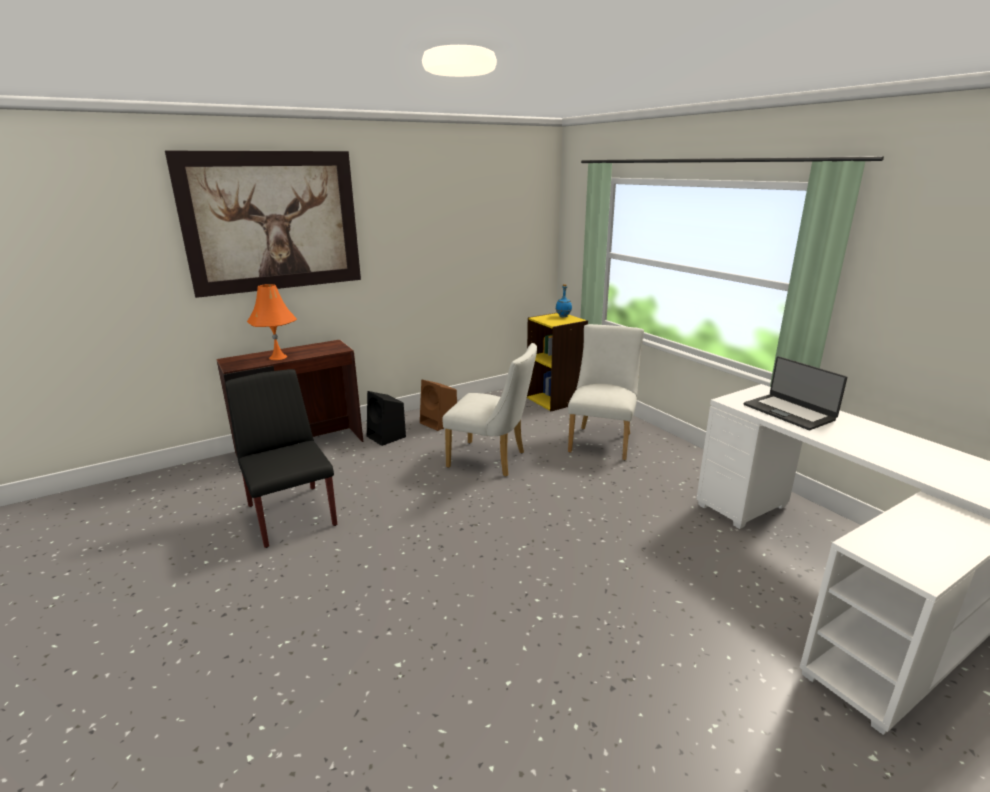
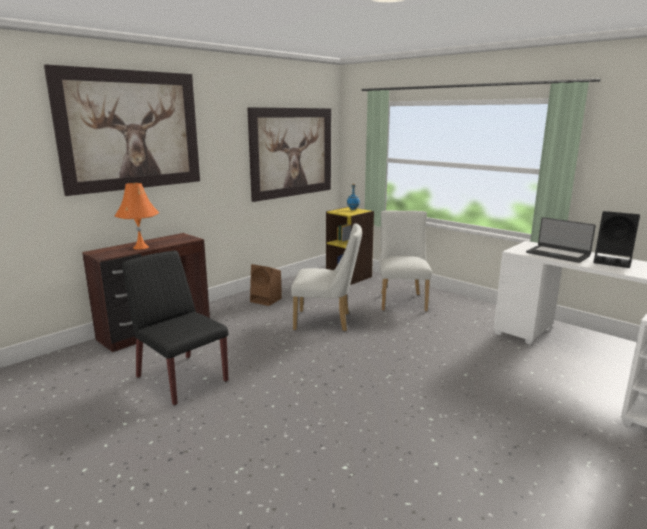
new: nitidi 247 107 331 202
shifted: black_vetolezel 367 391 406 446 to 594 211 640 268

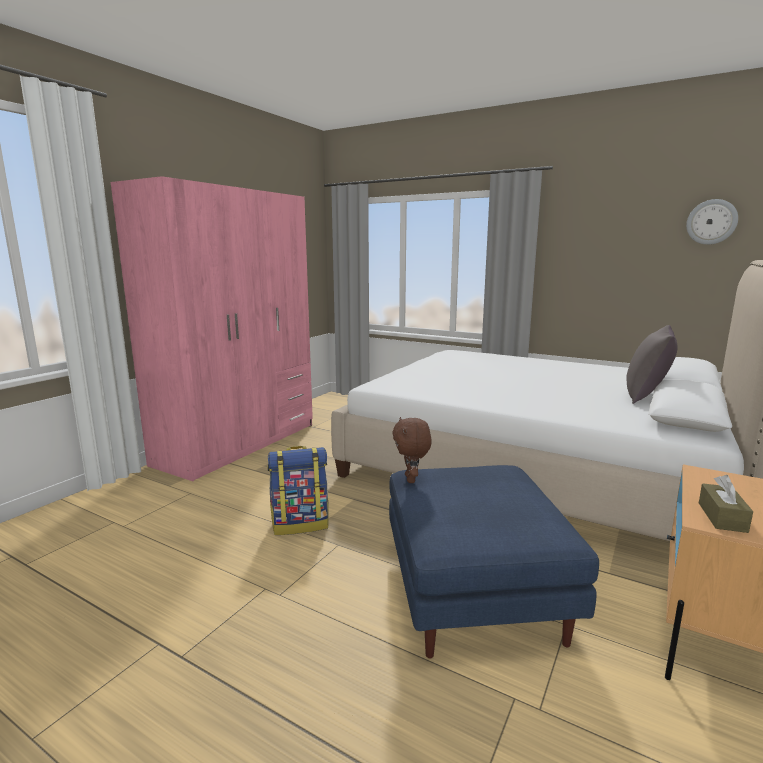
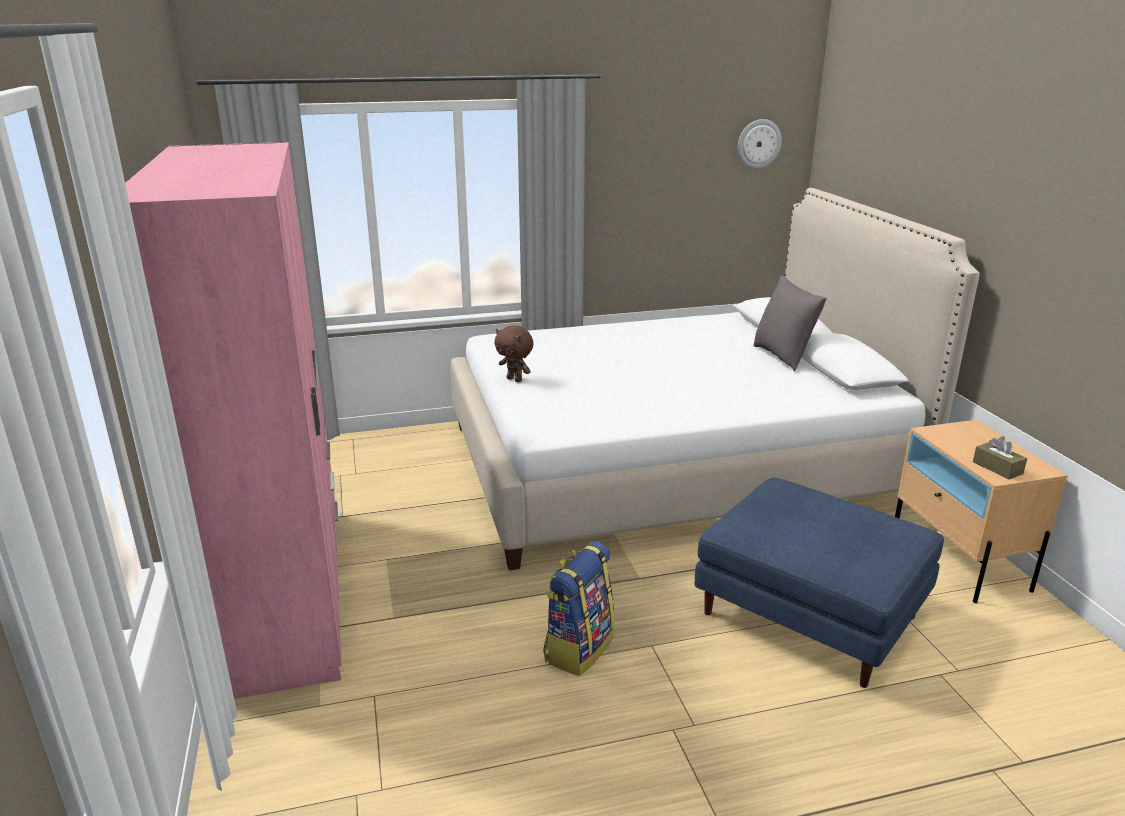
shifted: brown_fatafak 392 417 432 483 to 494 325 534 382

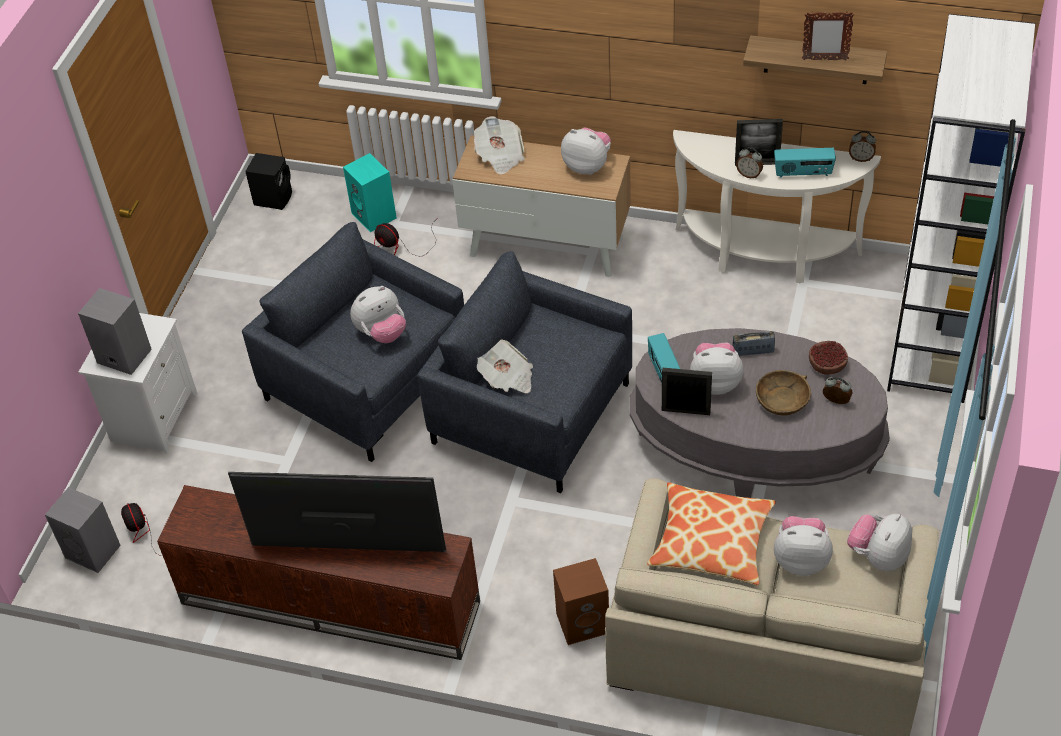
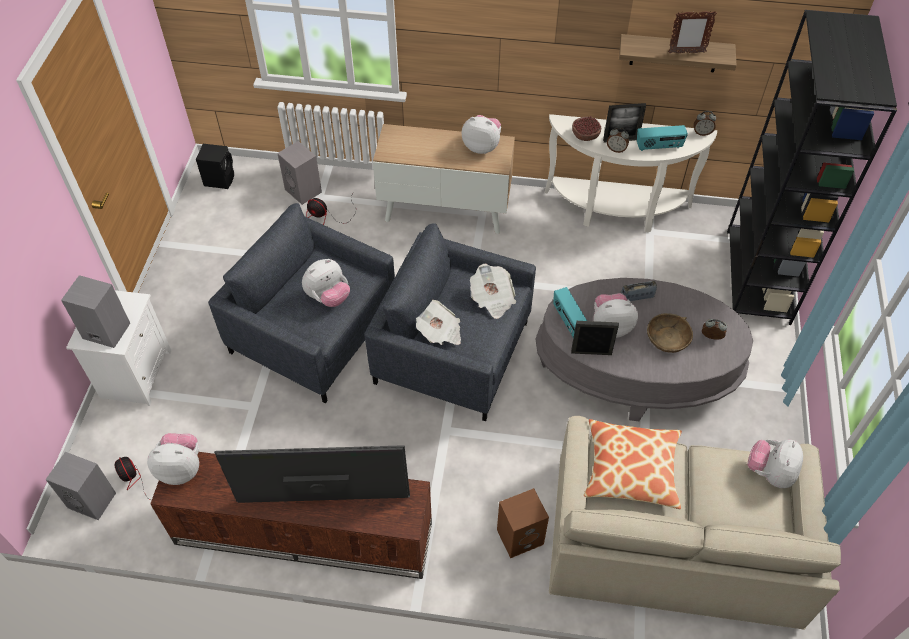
shifted: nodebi 474 116 525 175 to 470 264 516 319; fatafak 774 516 833 576 to 147 433 199 485; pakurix 809 341 848 375 to 572 116 601 141
repainted: turquoise_vetolezel 343 153 397 232 to grey_vetolezel 277 141 322 205; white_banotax 887 14 1036 403 to black_banotax 727 10 897 325

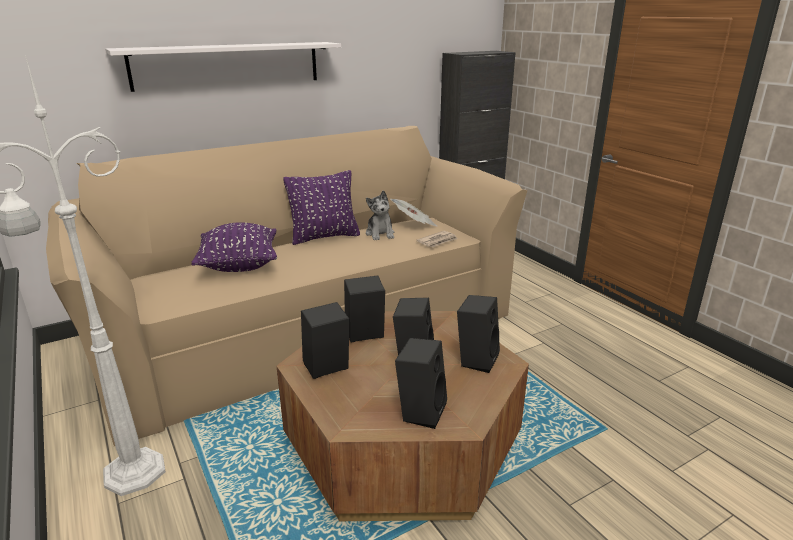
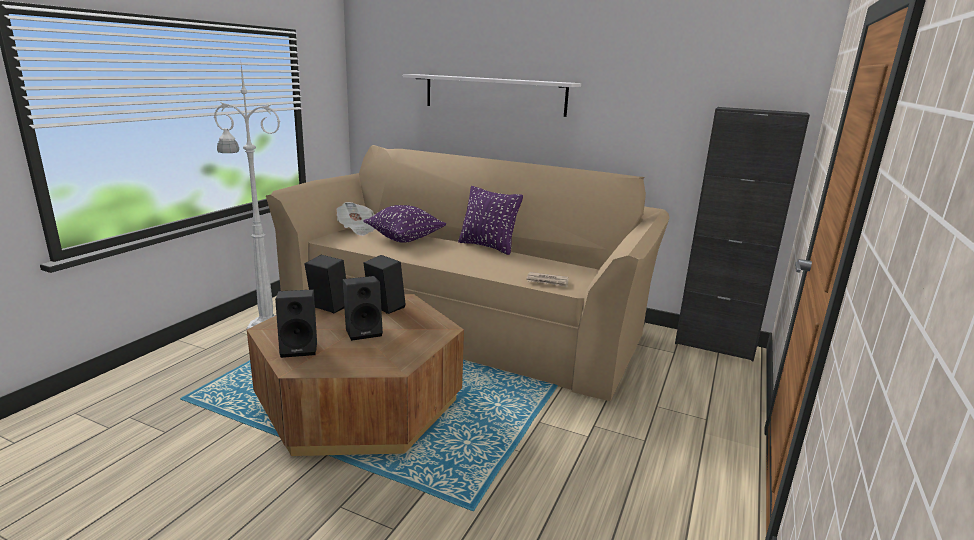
gone: fatafak 366 190 394 240; black_vetolezel 457 295 500 373
shifted: nodebi 390 199 438 227 to 336 202 376 236

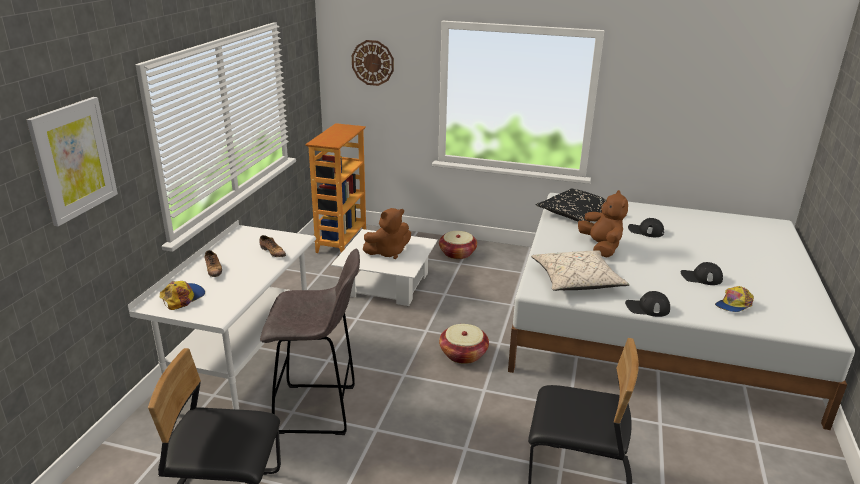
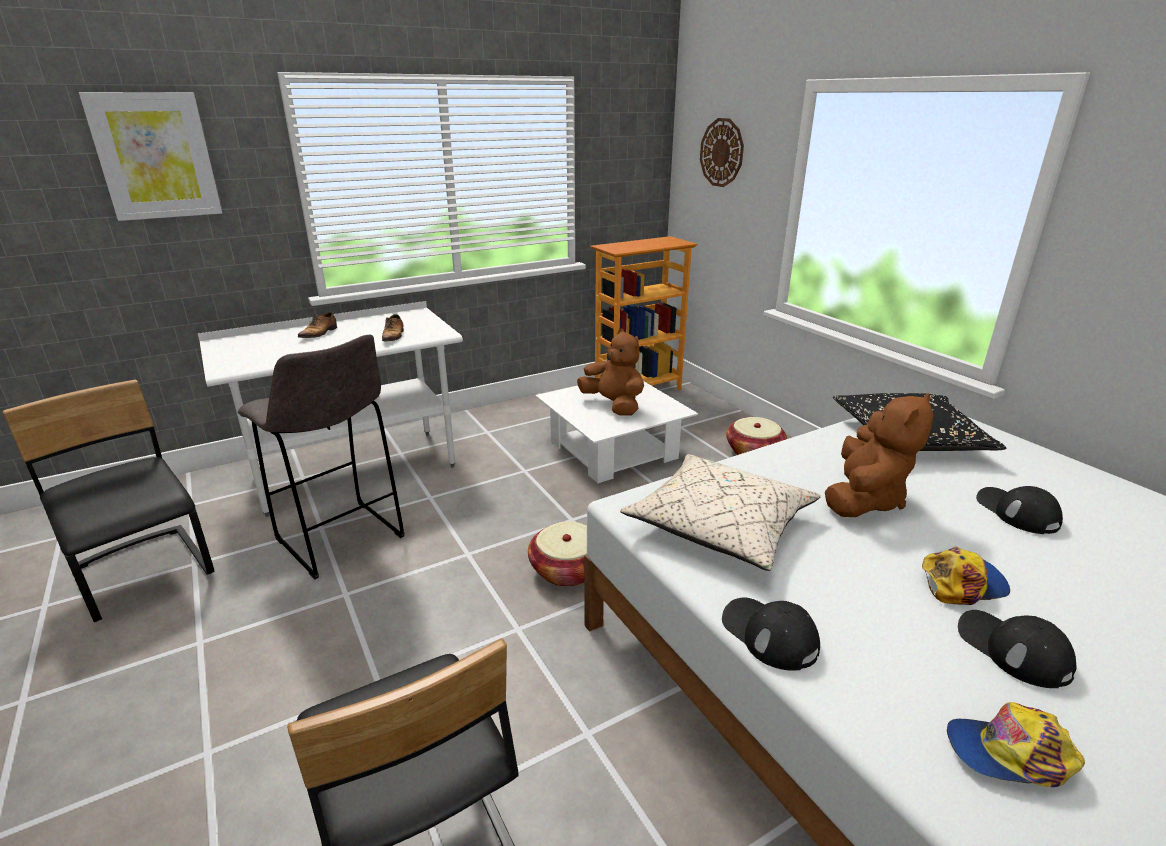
shifted: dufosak 160 281 205 310 to 922 546 1010 605
rotated: brown_fatafak 363 208 411 259 = 577 329 644 416 150 degrees counterclockwise

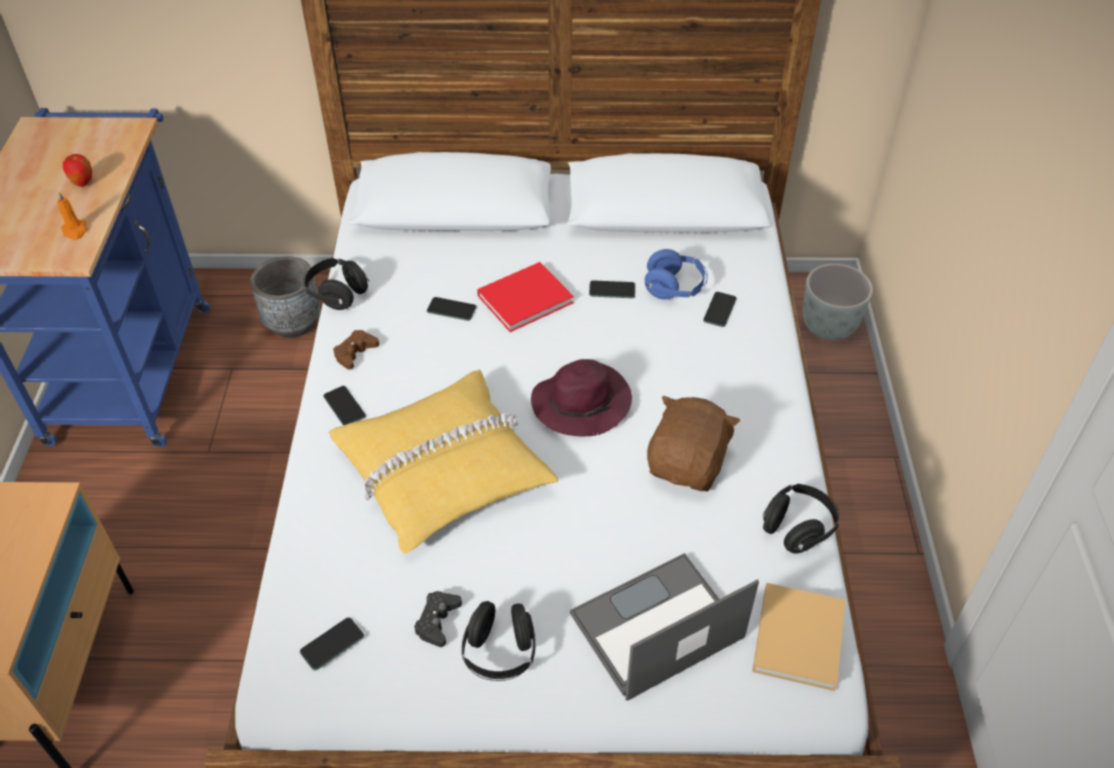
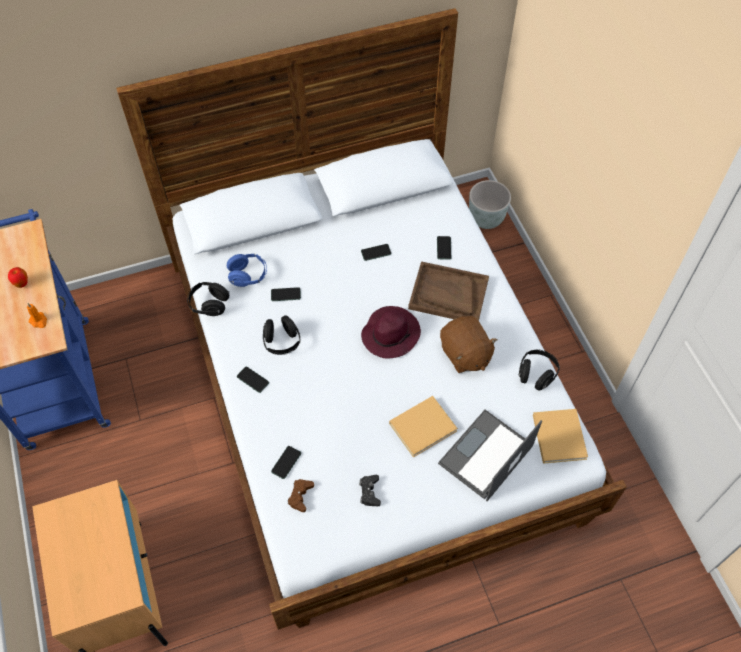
gone: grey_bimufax 250 256 321 338; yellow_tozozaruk 329 370 558 554; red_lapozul 477 262 574 332
new: beige_lapozul 389 396 458 458; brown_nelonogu 408 261 489 321
shifted: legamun 300 617 364 670 to 271 446 301 479; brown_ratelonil 333 330 379 370 to 288 479 314 512; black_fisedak 462 601 535 681 to 263 316 301 355; blue_fisedak 645 249 708 300 to 227 254 267 287
rotated: brown_fatafak 647 395 740 491 = 440 316 498 373 150 degrees clockwise

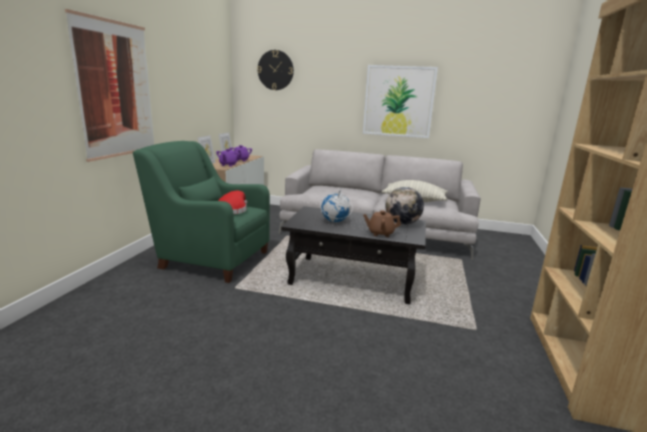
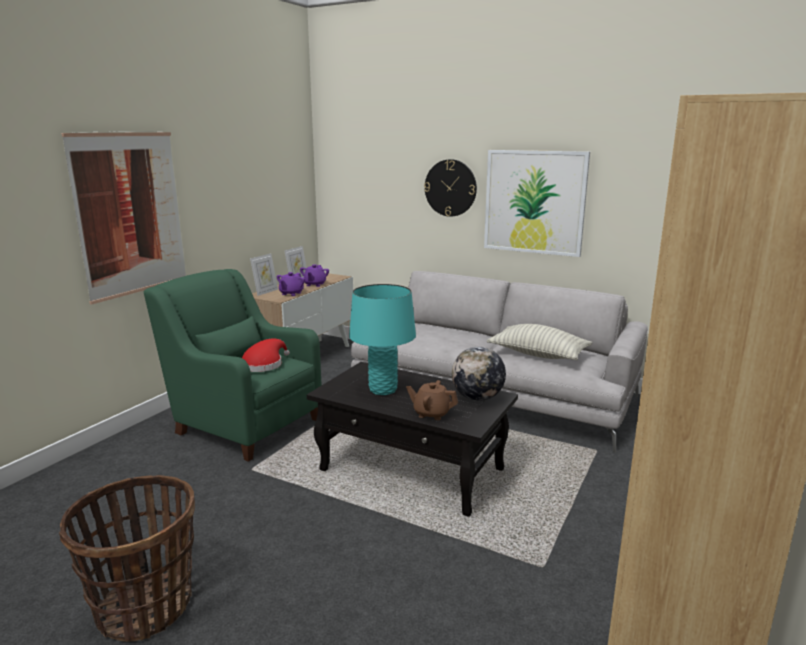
new: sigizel 59 475 195 642
shifted: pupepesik 257 50 294 90 to 424 159 477 217
swapped: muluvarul 320 189 353 222 to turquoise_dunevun 349 284 416 395

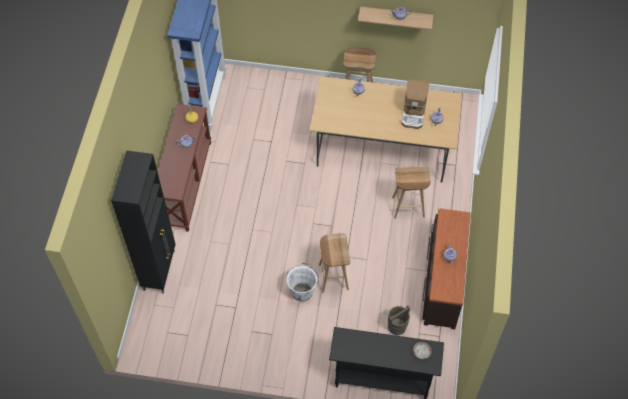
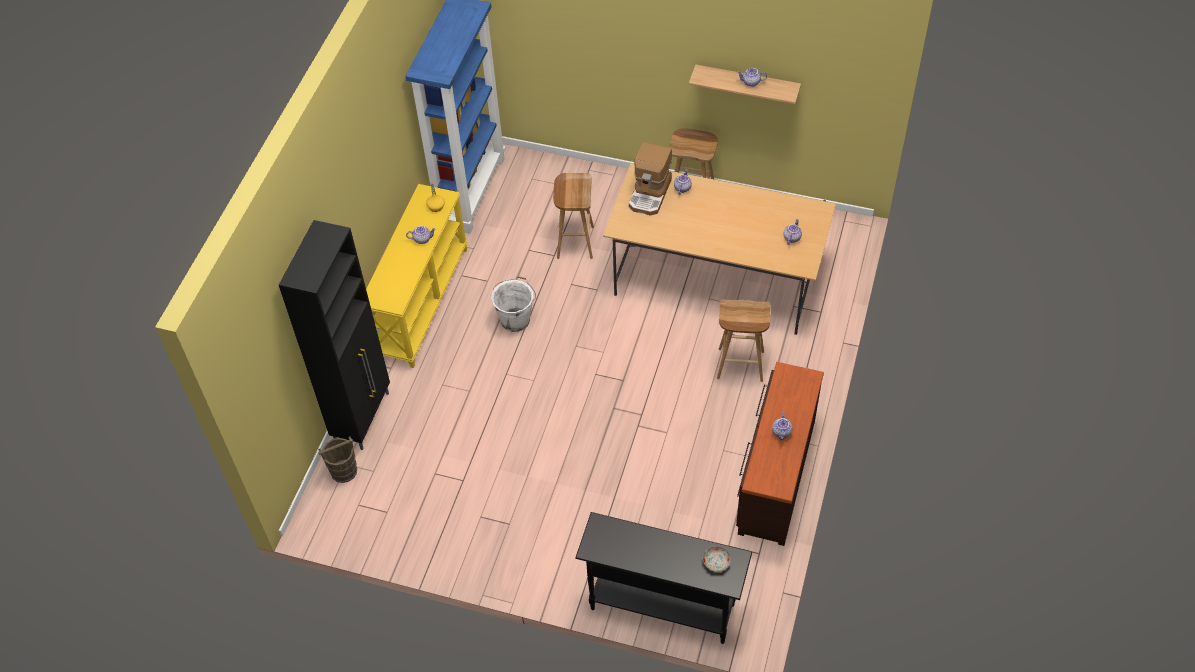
shifted: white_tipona 287 263 319 302 to 491 276 536 332; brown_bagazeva 319 233 350 293 to 553 173 594 259; brown_tipona 388 305 410 335 to 318 436 357 483; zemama 401 79 429 129 to 629 142 672 216
repainted: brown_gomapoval 158 104 211 232 to yellow_gomapoval 366 184 467 368

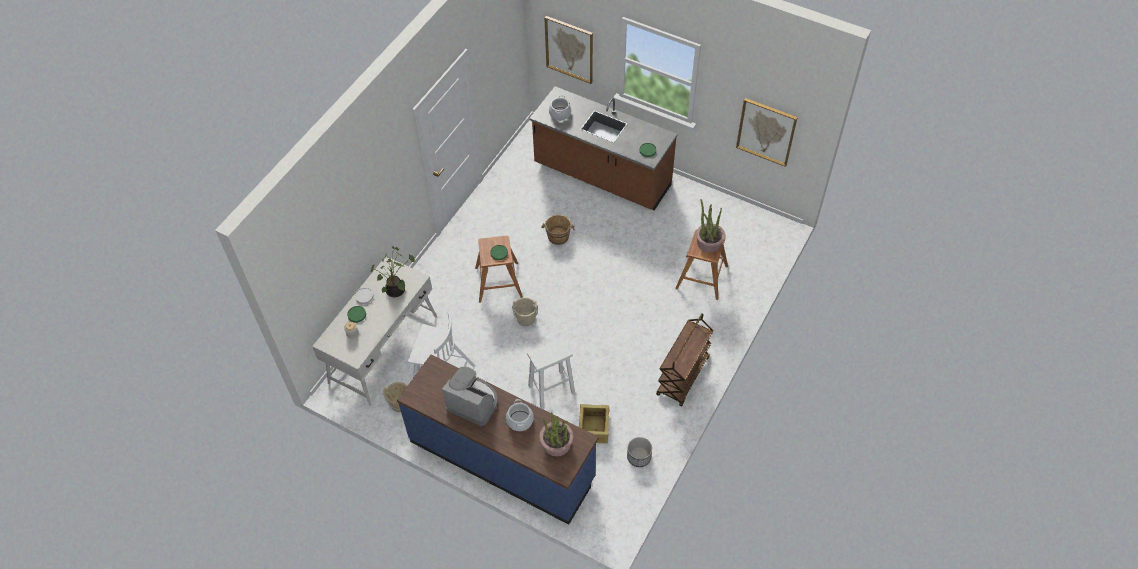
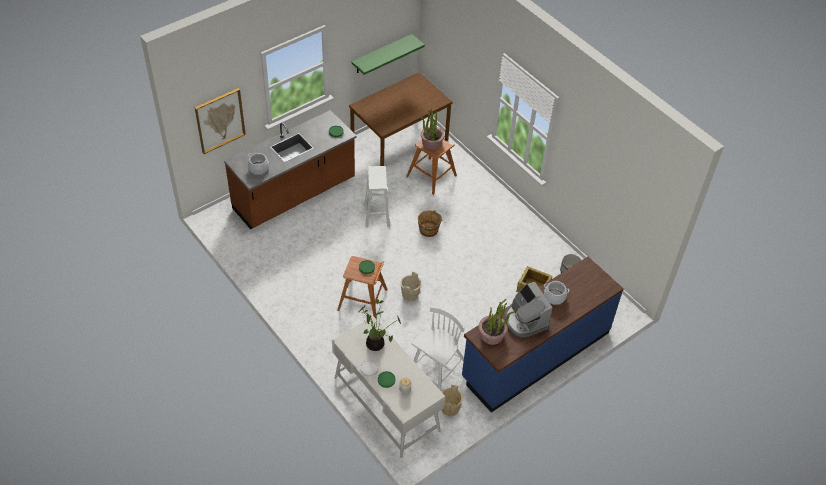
gone: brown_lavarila 656 313 713 407
new: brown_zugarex 349 72 452 166
shifted: white_bagazeva 527 338 575 409 to 365 166 390 228; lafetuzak 539 412 573 457 to 479 299 515 345; brown_tipona 541 215 575 245 to 418 210 442 237
swapped: nitidi 736 98 798 167 to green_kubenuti 351 34 425 75
rotated: zemama 442 366 498 426 = 505 282 552 337 75 degrees counterclockwise

